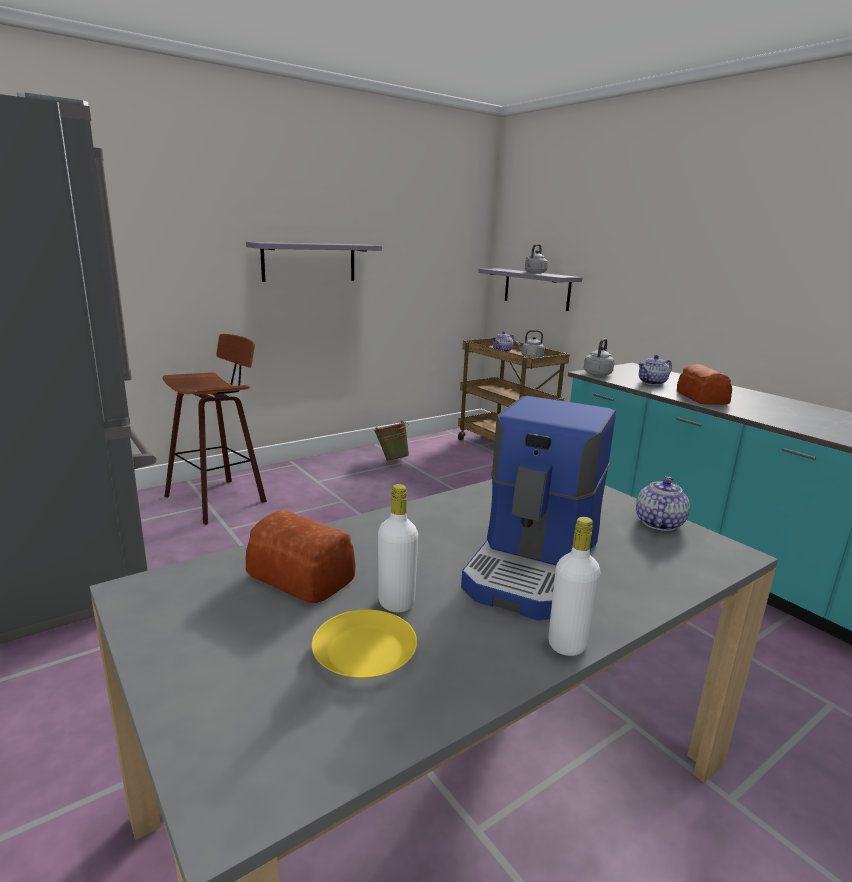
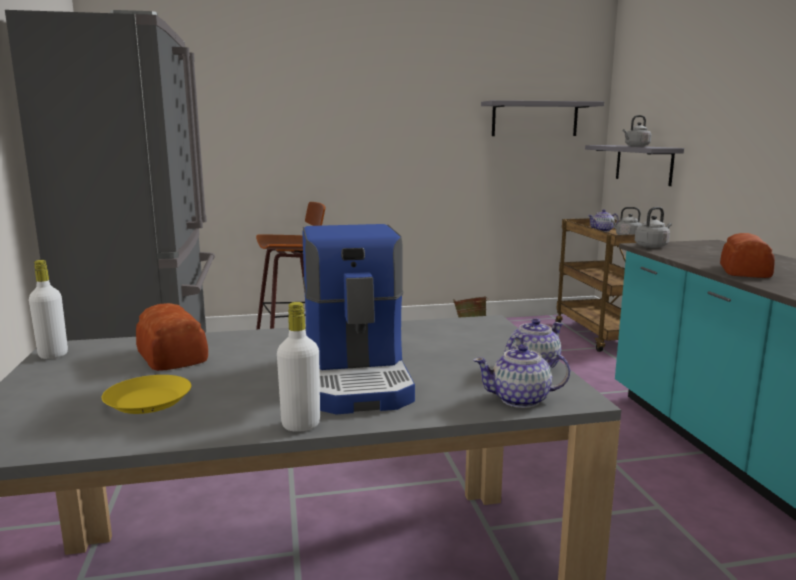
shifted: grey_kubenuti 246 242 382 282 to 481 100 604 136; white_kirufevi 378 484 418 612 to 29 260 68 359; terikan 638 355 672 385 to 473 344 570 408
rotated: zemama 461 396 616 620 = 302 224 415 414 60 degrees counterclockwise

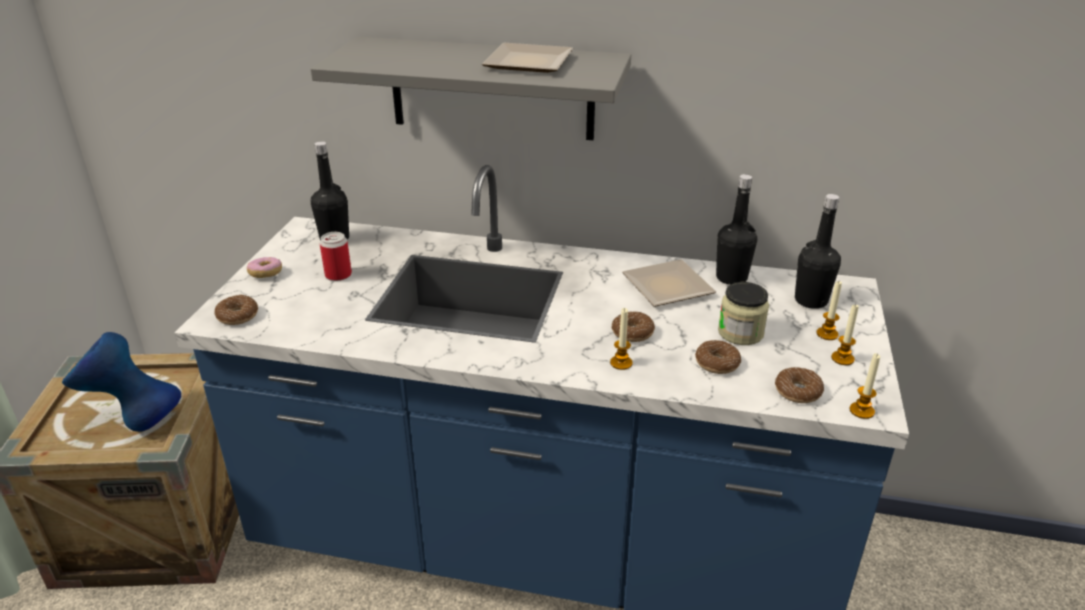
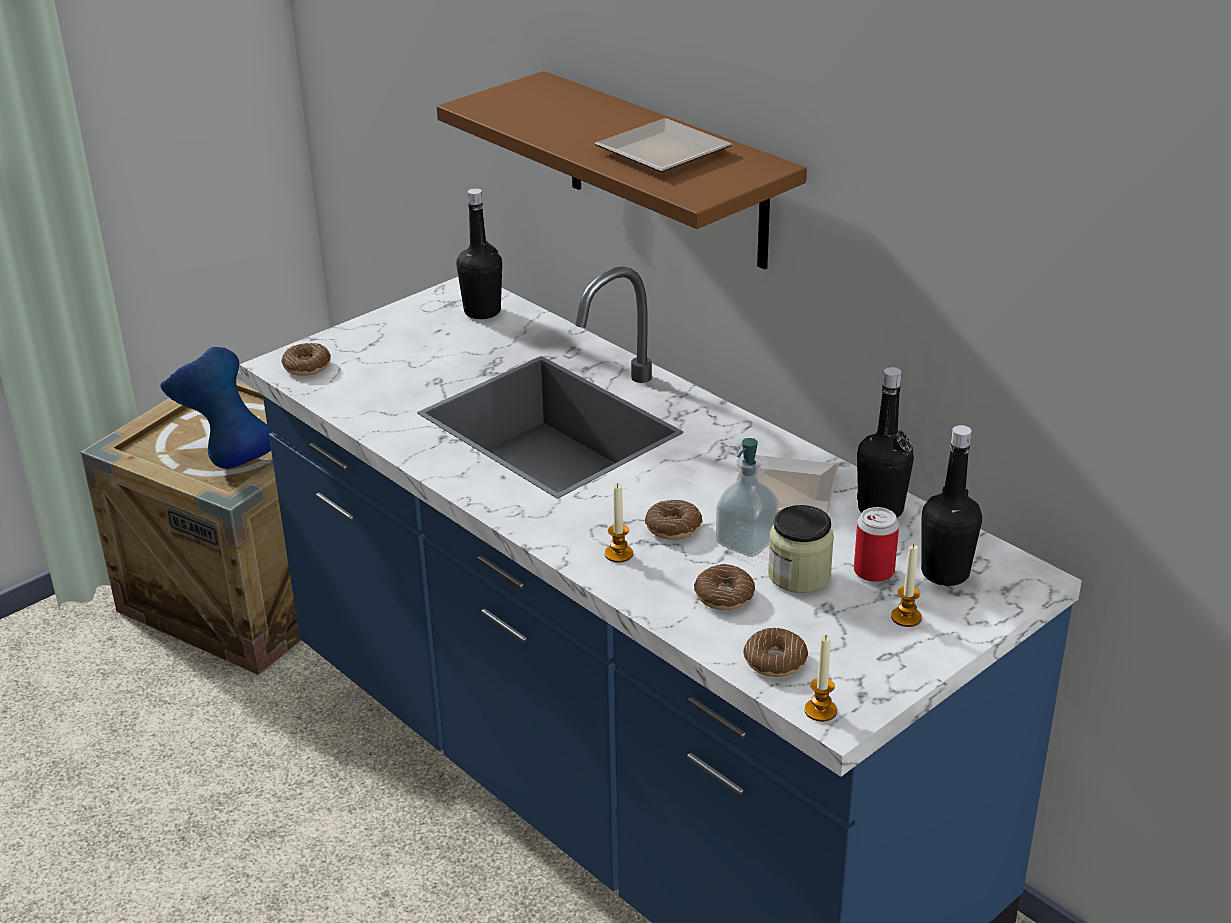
gone: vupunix 247 257 282 278; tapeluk 831 304 859 365
new: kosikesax 716 438 779 557
shifted: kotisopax 320 232 352 281 to 854 507 899 582
repainted: grey_kubenuti 311 36 631 140 to brown_kubenuti 437 71 807 270

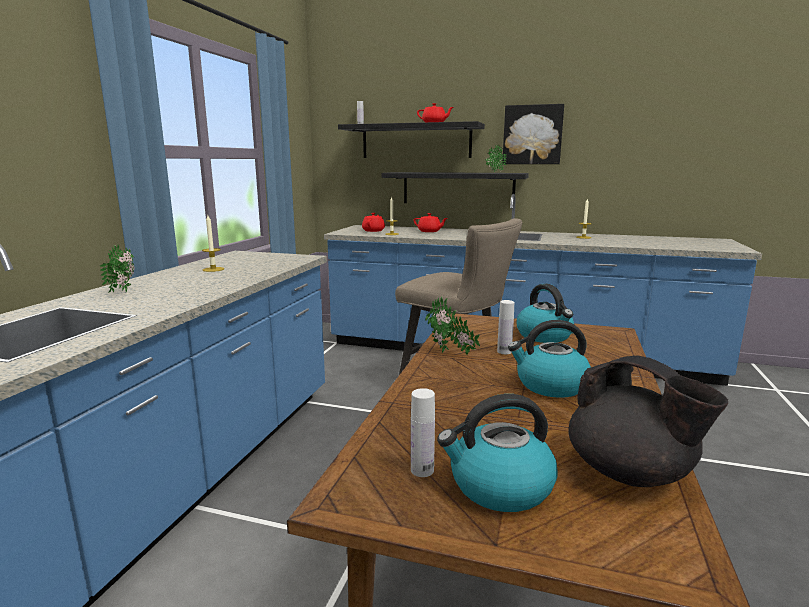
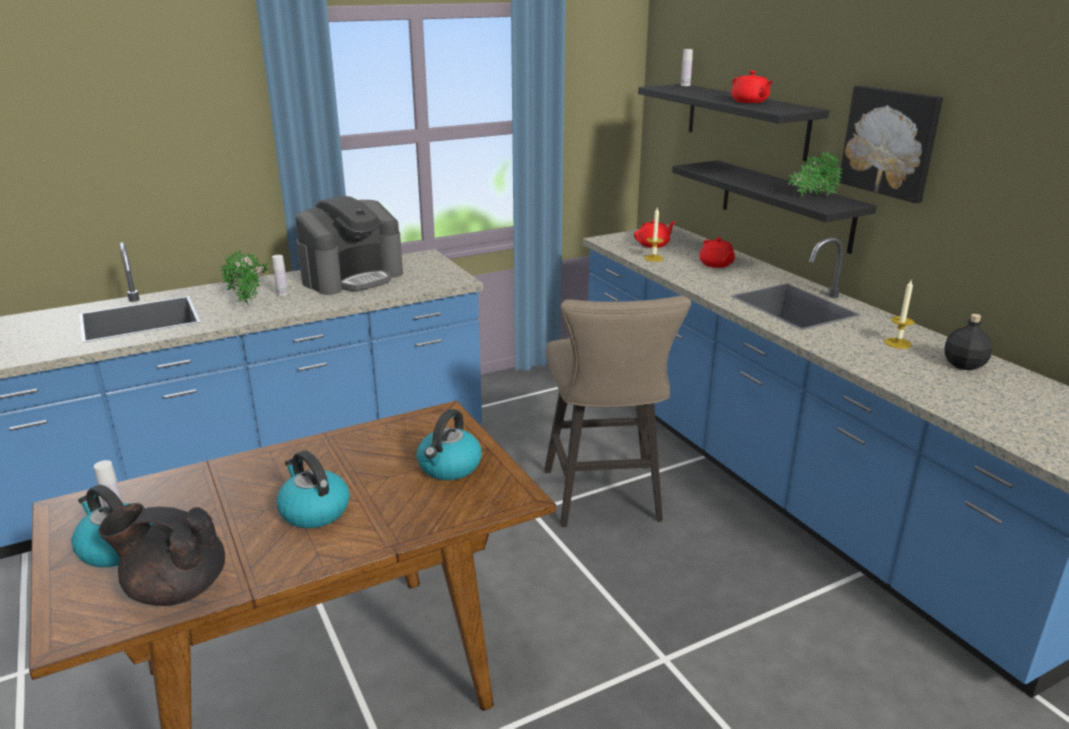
new: black_kirufevi 944 314 992 370
shifted: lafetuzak 425 296 480 355 to 232 261 261 306; white_kirufevi 497 300 514 354 to 272 255 288 296
swapped: tapeluk 202 215 224 272 to zemama 295 196 403 295
rotated: black_terikan 568 356 728 487 = 98 503 225 606 90 degrees clockwise

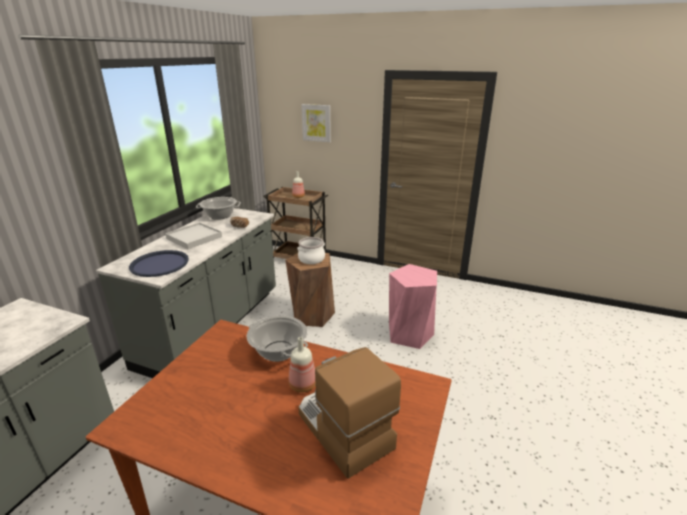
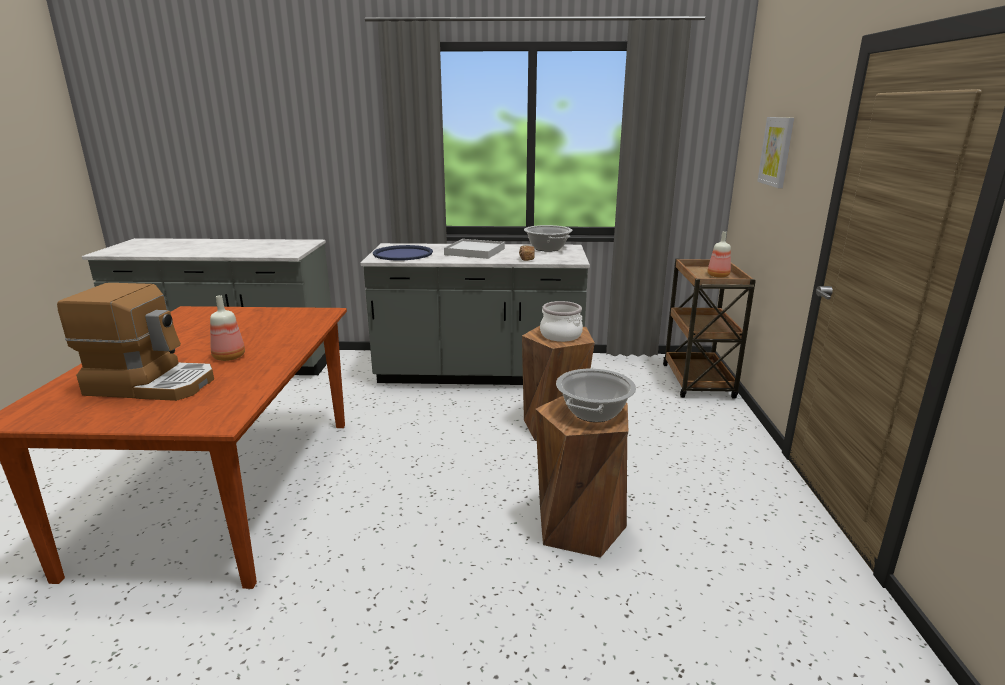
shifted: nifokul 247 316 308 362 to 556 369 636 422
repainted: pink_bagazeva 389 264 437 349 to brown_bagazeva 535 396 628 558
rotated: zemama 298 347 401 478 = 57 283 214 401 60 degrees clockwise

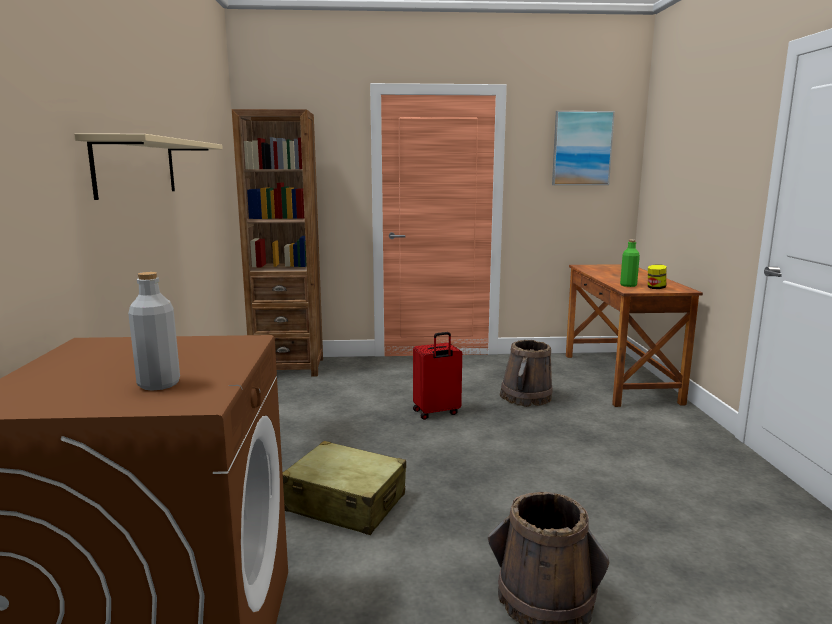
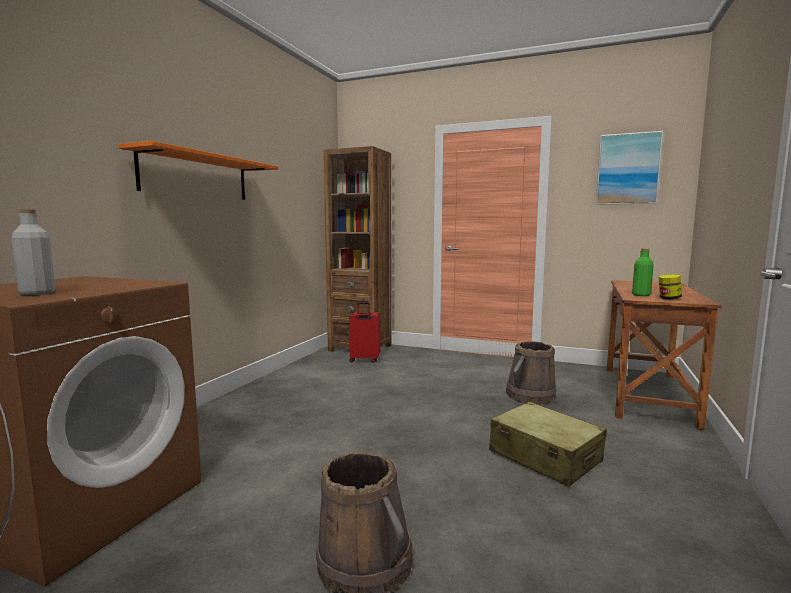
shifted: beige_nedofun 283 441 406 535 to 489 401 607 487; red_nedofun 413 332 462 420 to 349 302 381 363
repainted: beige_kubenuti 74 133 223 200 to orange_kubenuti 118 141 278 200

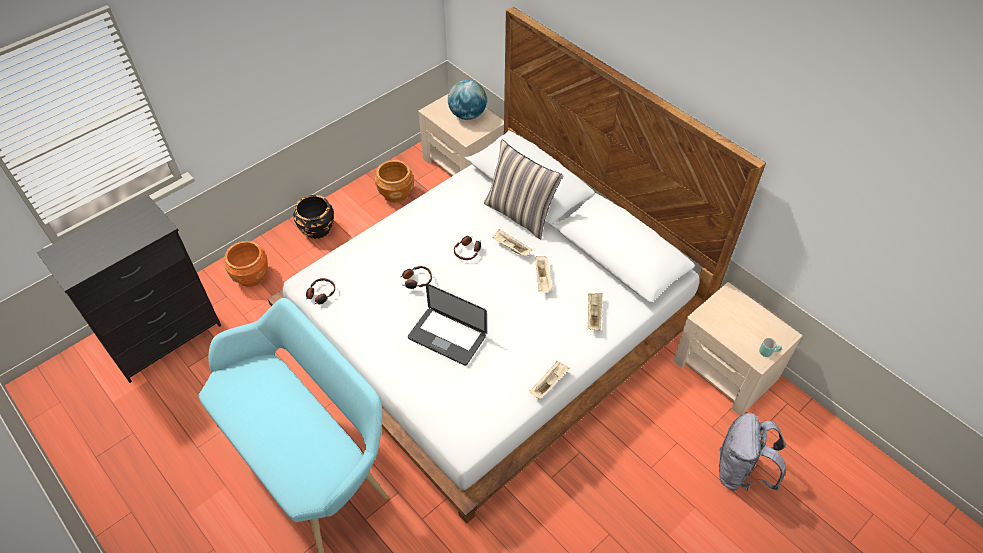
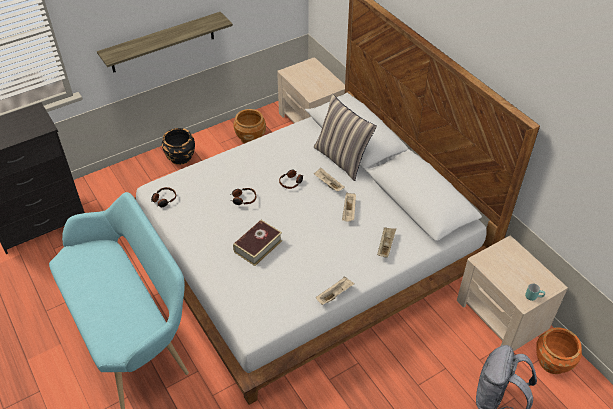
gone: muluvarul 448 80 487 120
new: kubenuti 97 12 233 73
shifted: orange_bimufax 224 241 268 287 to 536 327 582 374
swapped: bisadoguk 408 283 487 366 to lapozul 233 220 282 266

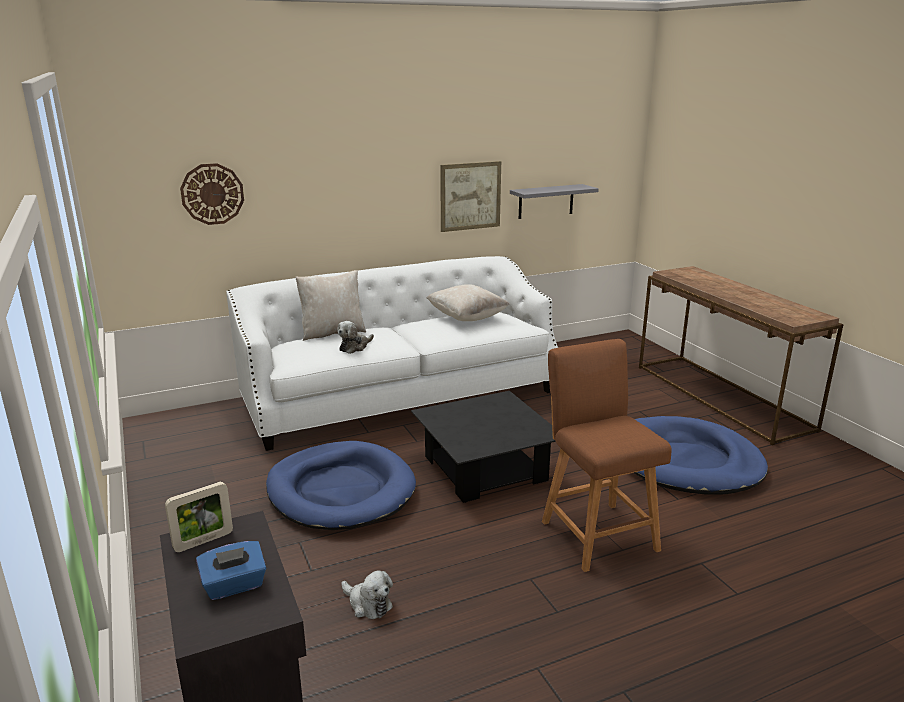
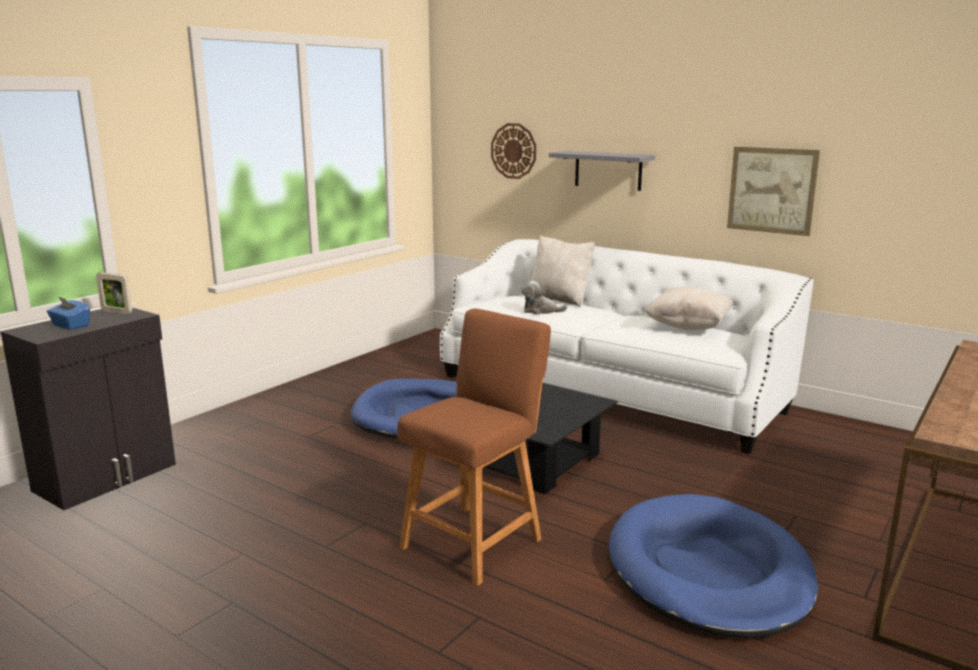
gone: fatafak 341 570 393 619
shifted: grey_kubenuti 510 184 599 219 to 549 151 655 191

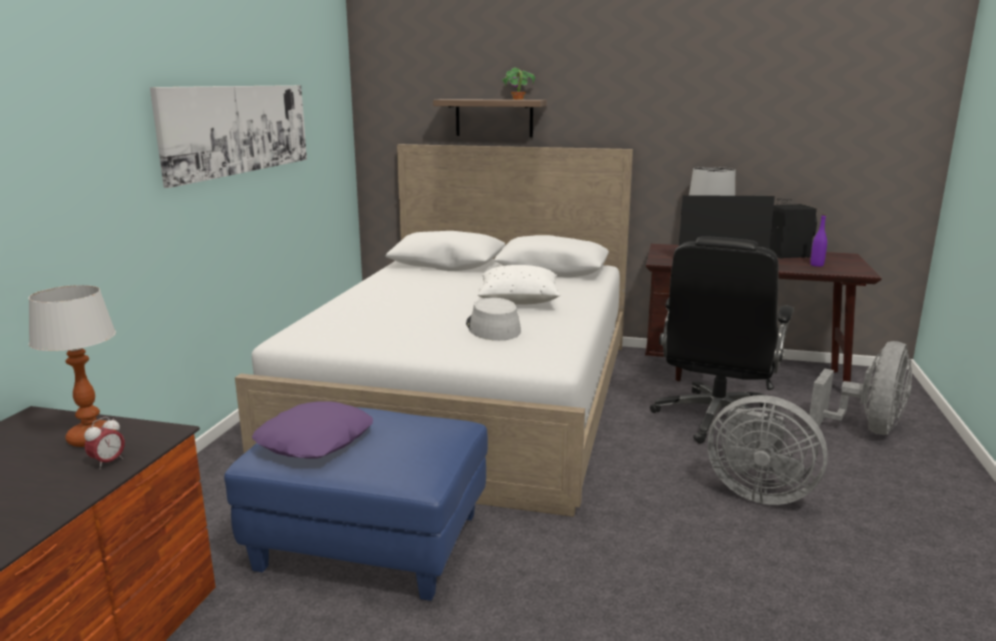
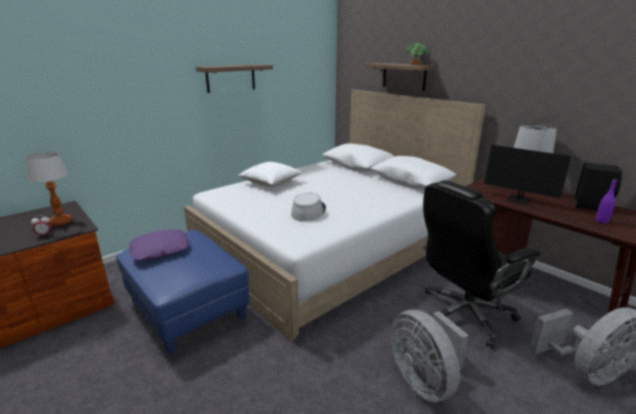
shifted: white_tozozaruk 478 265 560 305 to 238 162 302 187
swapped: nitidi 150 85 307 188 to kubenuti 196 64 273 93

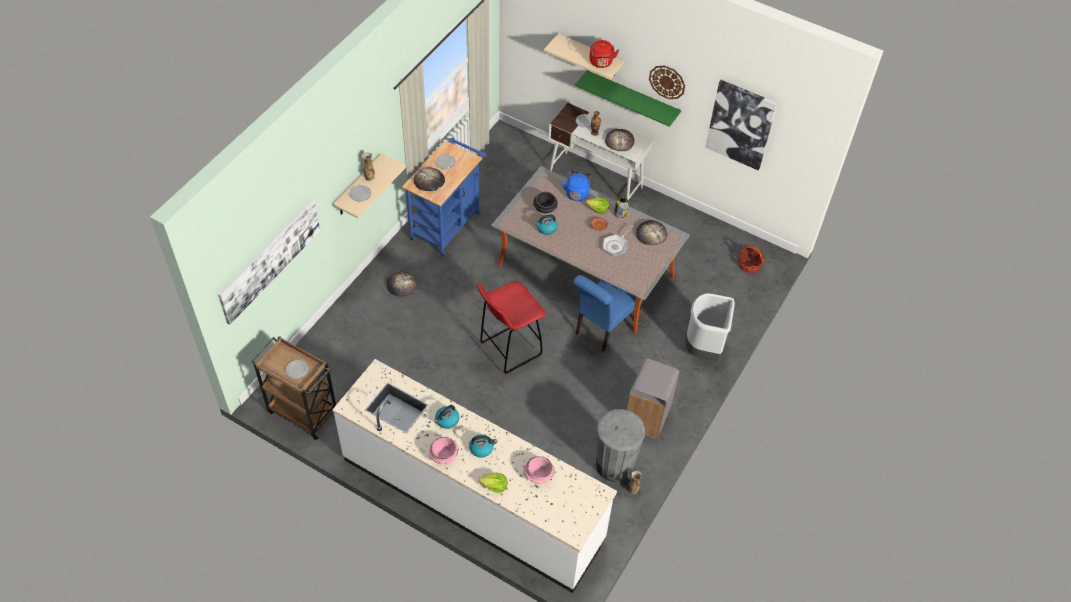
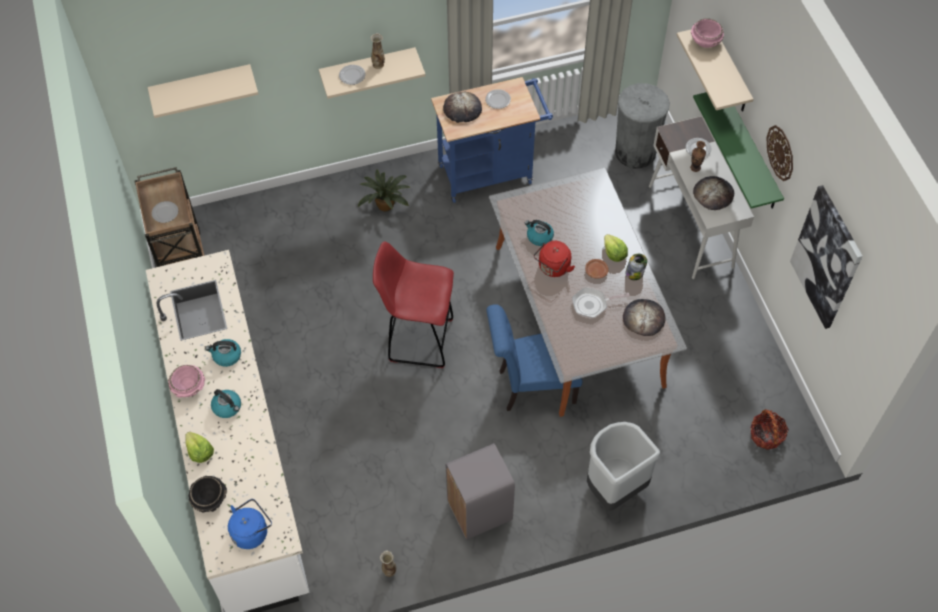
shifted: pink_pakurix 524 456 554 484 to 691 18 724 48; black_pakurix 533 192 558 213 to 188 476 227 512; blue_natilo 561 171 591 201 to 228 499 272 549; red_natilo 589 40 619 68 to 534 241 575 277; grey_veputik 596 409 645 482 to 615 83 670 168
swapped: nitidi 218 199 320 325 to beige_kubenuti 147 64 258 118; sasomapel 387 271 416 297 to lafetuzak 358 169 411 211

